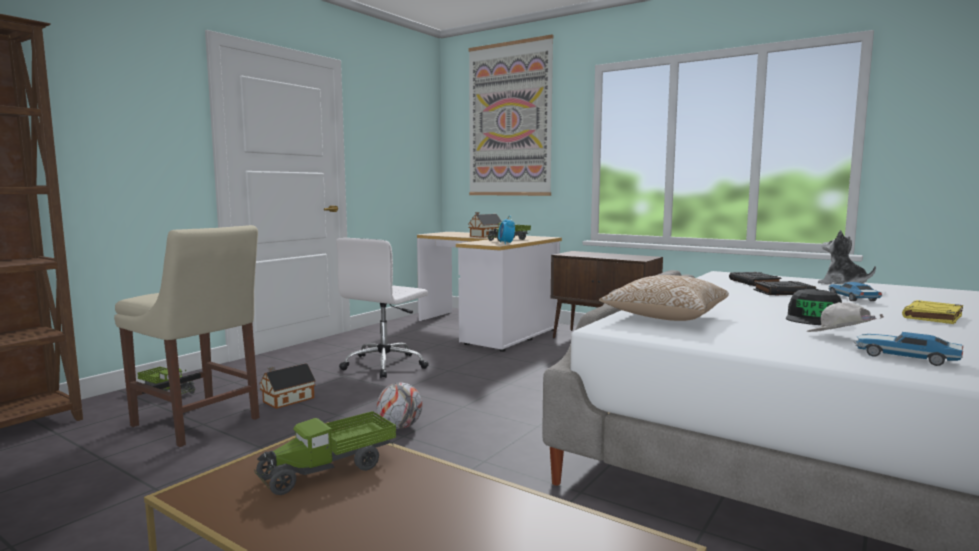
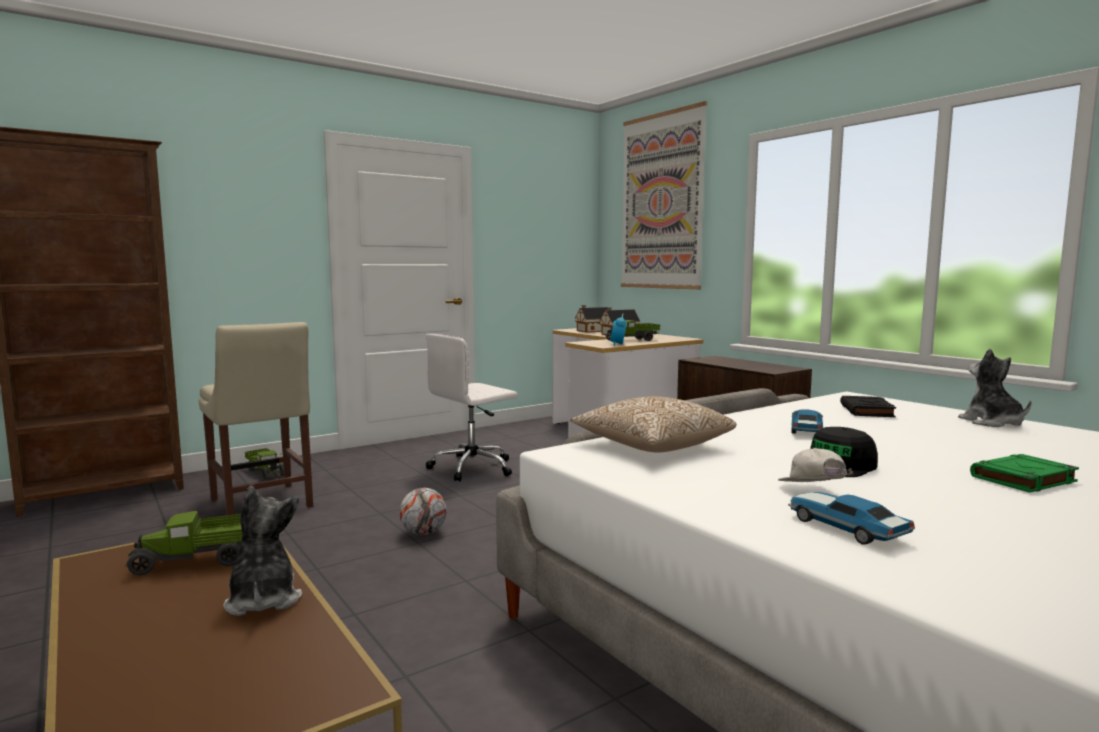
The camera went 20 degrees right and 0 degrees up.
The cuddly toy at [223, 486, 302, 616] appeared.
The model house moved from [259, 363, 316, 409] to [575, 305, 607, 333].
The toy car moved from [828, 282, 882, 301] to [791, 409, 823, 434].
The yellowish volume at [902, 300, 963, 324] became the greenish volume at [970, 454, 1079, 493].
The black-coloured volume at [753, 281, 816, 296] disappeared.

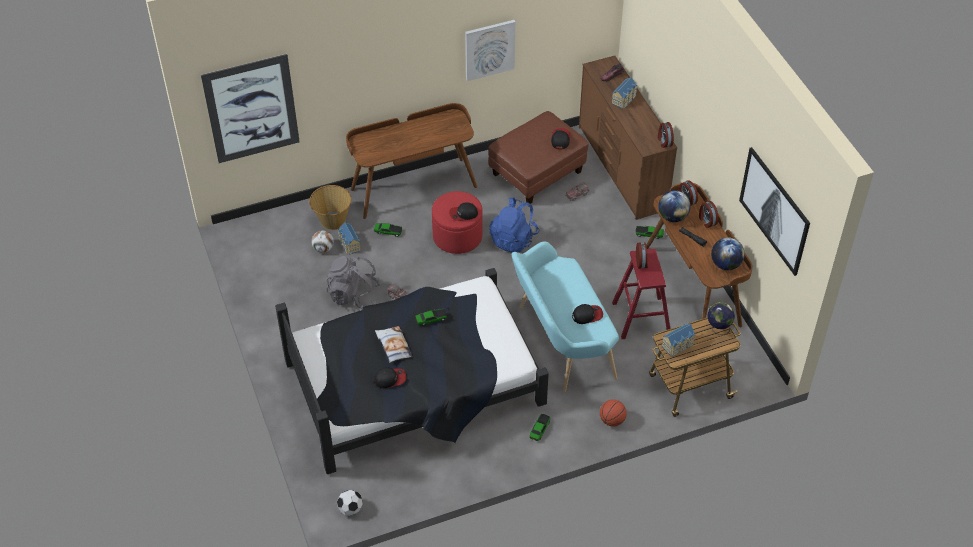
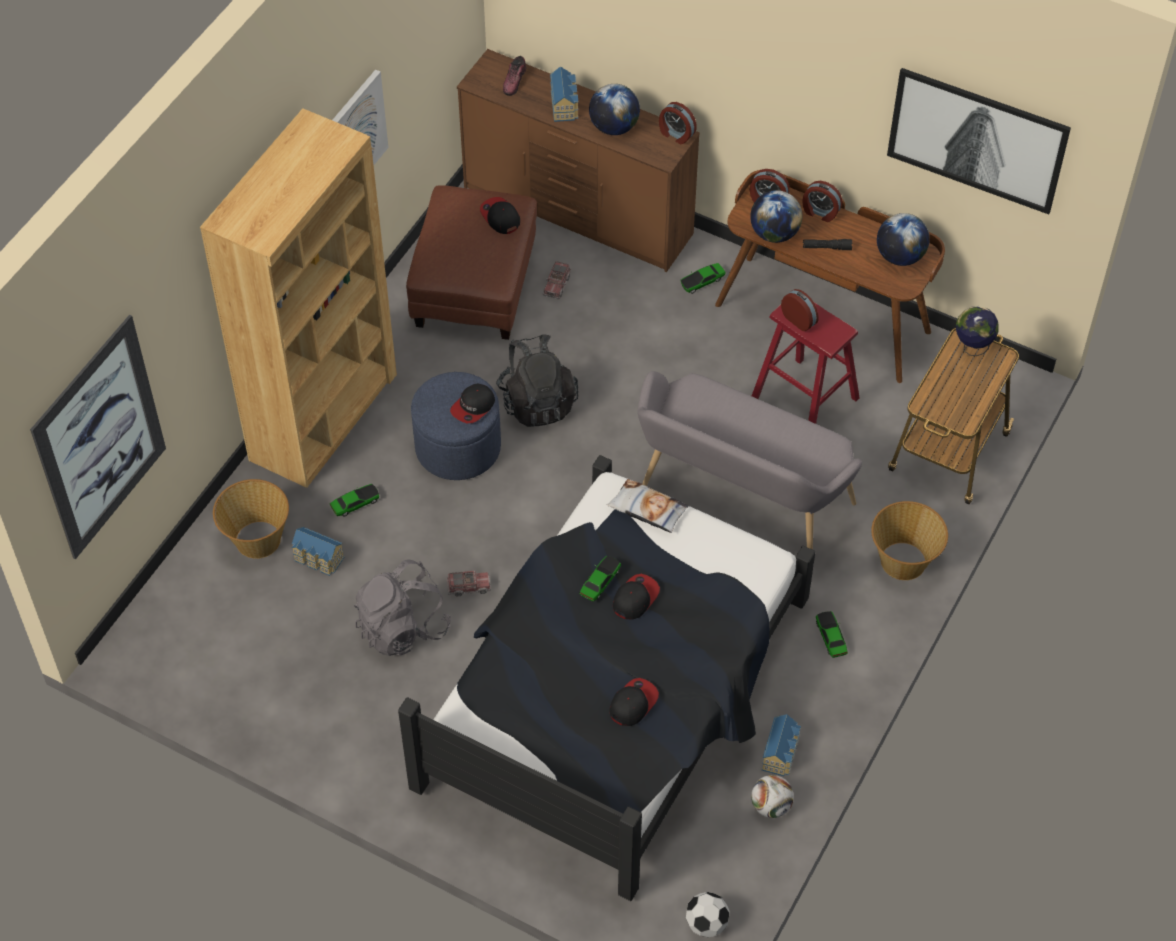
The camera went 40 degrees left and 5 degrees up.
The brown-coloured desk table at [346, 103, 478, 219] was replaced by the brown-coloured bookshelf at [200, 108, 397, 488].
The red-coloured footrest at [432, 191, 483, 254] became the blue footrest at [411, 372, 501, 480].
The blue backpack at [490, 197, 539, 253] became the black-coloured backpack at [496, 335, 578, 427].
The desk globe at [589, 84, 640, 135] appeared.
The pillow moved from [375, 326, 413, 363] to [607, 479, 689, 533].
The peaked cap moved from [572, 304, 603, 324] to [613, 574, 660, 620].
The turquoise indoor bench at [512, 241, 619, 392] became the greyish indoor bench at [637, 371, 862, 550].
The ball for football moved from [311, 230, 334, 253] to [751, 775, 794, 818].
The model house moved from [662, 324, 695, 356] to [762, 714, 801, 776].
The basketball at [600, 400, 627, 426] was replaced by the storage basket at [871, 501, 948, 580].

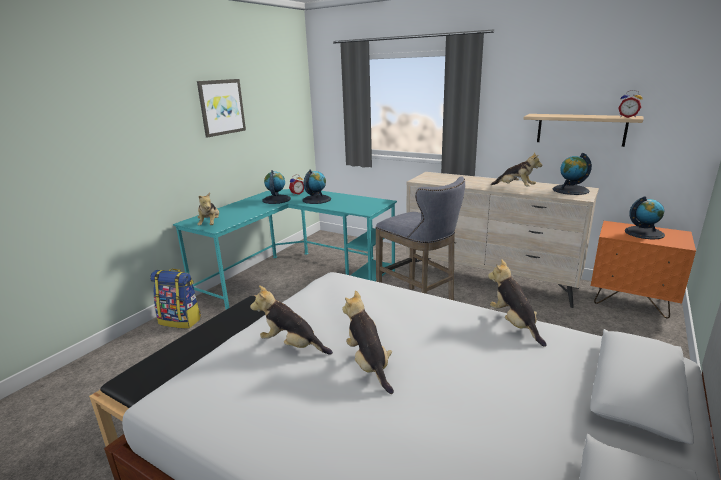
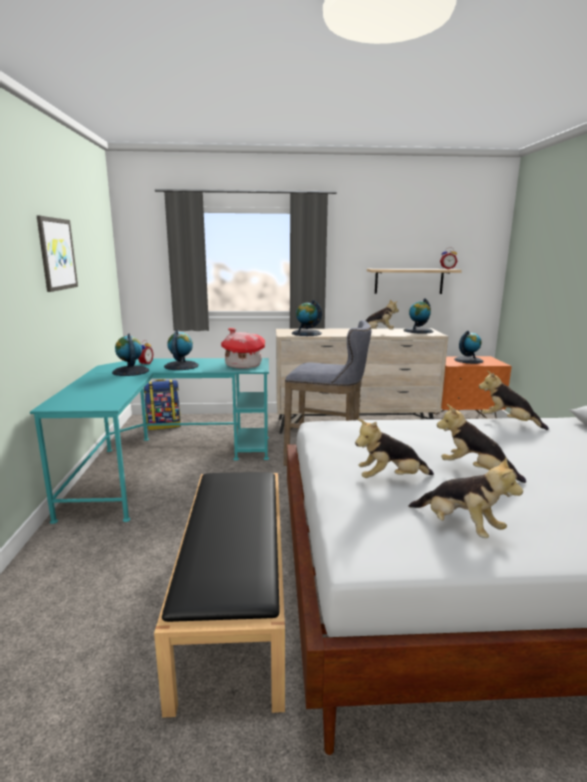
The camera went 35 degrees left and 5 degrees down.
The backpack moved from [150, 269, 201, 329] to [144, 379, 180, 430].
The model house at [221, 328, 265, 368] appeared.
The desk globe at [292, 300, 322, 336] appeared.
The cuddly toy moved from [197, 193, 219, 225] to [408, 457, 523, 538].

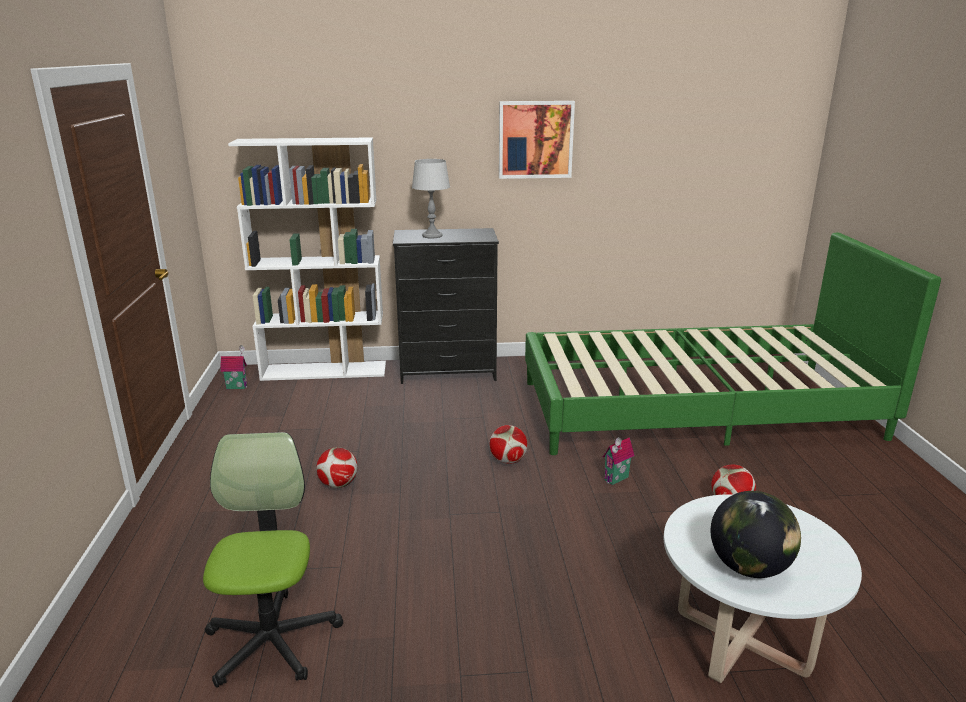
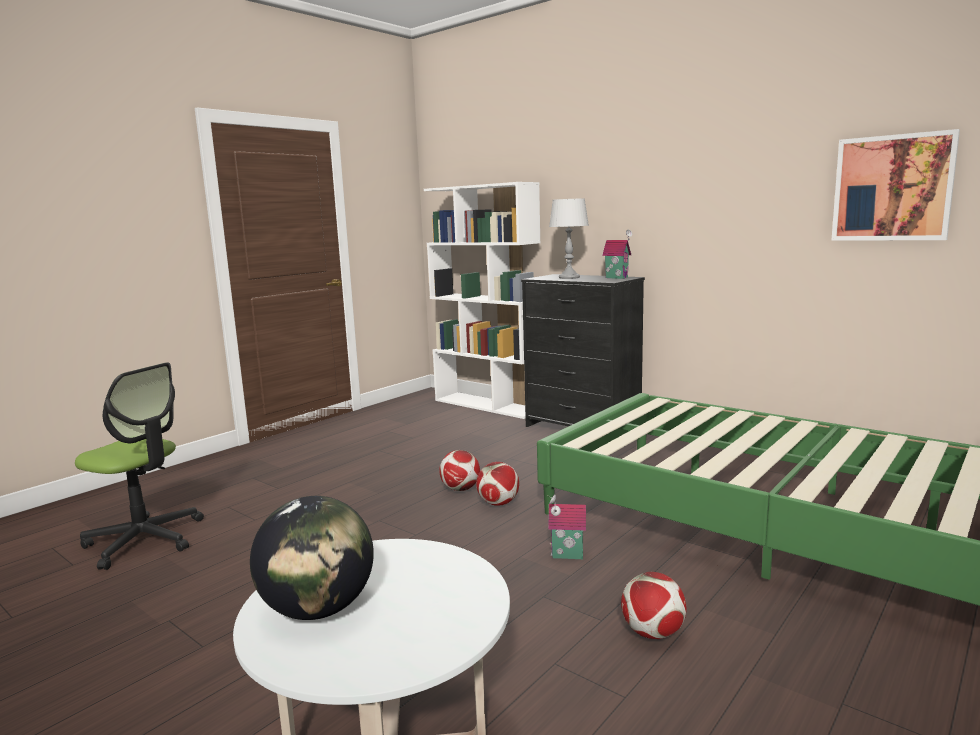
The camera went 45 degrees right and 10 degrees down.
The desk chair at [203, 432, 343, 688] turned 75 degrees clockwise.
The ball for football moved from [317, 447, 357, 488] to [439, 450, 480, 491].
The model house moved from [221, 345, 247, 389] to [602, 230, 632, 279].
The picture moved from [499, 101, 575, 179] to [831, 129, 960, 241].

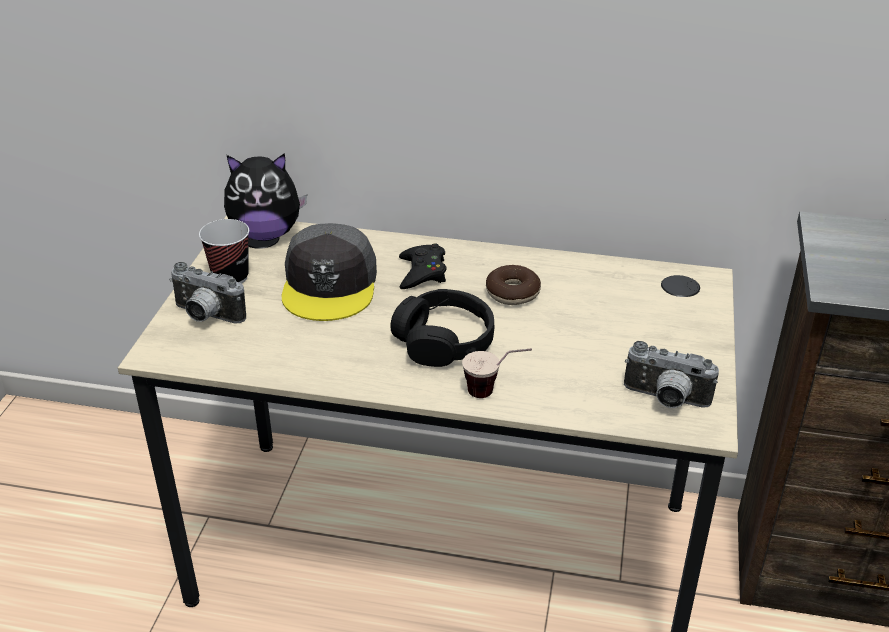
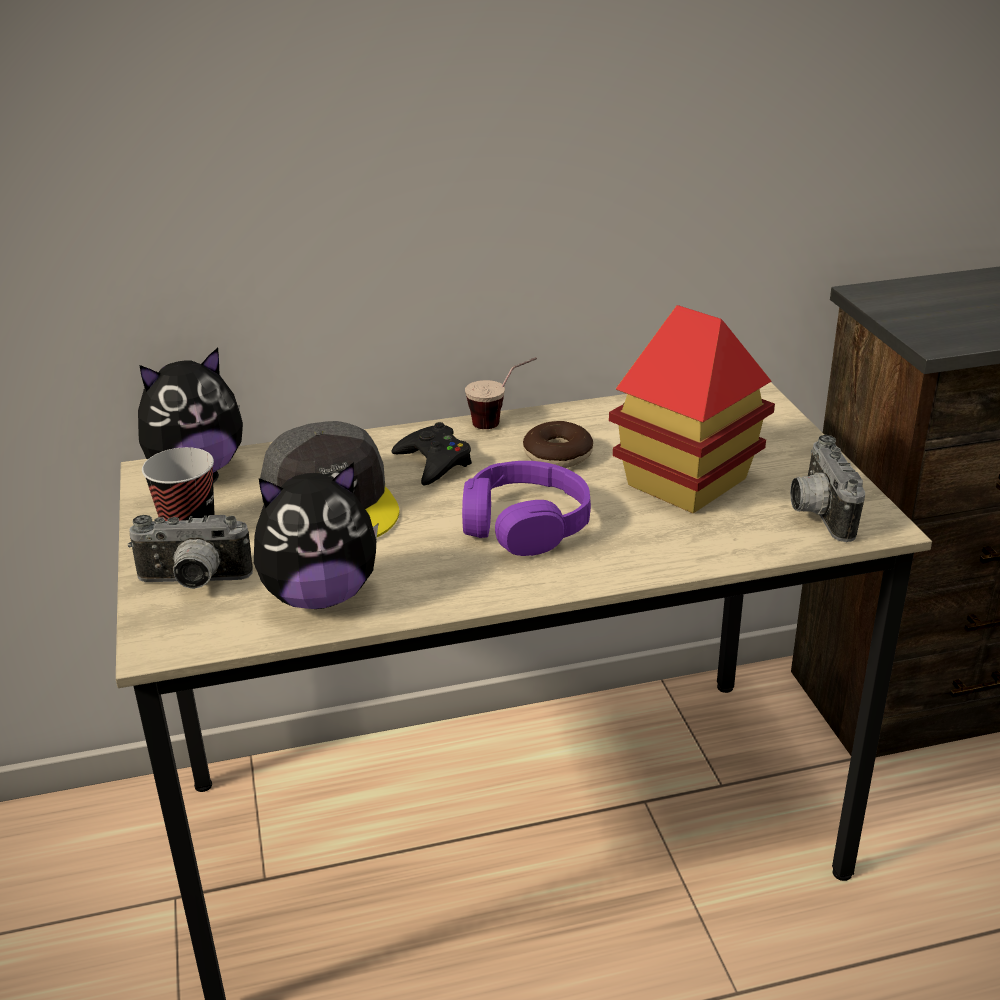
The camera went 25 degrees left and 5 degrees down.
The cuddly toy at [254, 462, 378, 609] appeared.
The black-coloured pair of headphones at [391, 289, 494, 367] became the purple pair of headphones at [462, 461, 591, 556].
The drinking cup moved from [462, 348, 532, 398] to [465, 357, 537, 429].
The model house at [609, 305, 775, 513] appeared.
The still camera at [624, 341, 719, 408] turned 90 degrees clockwise.

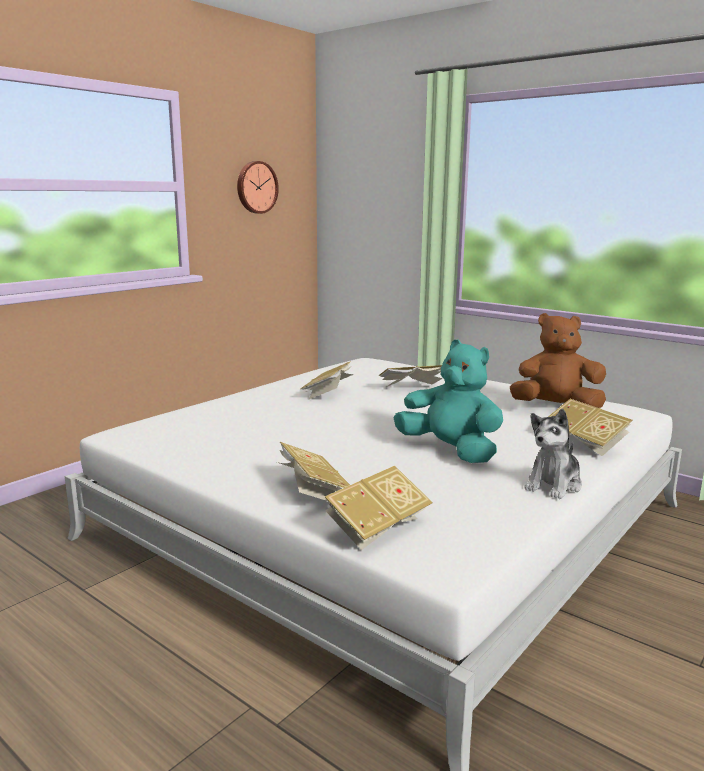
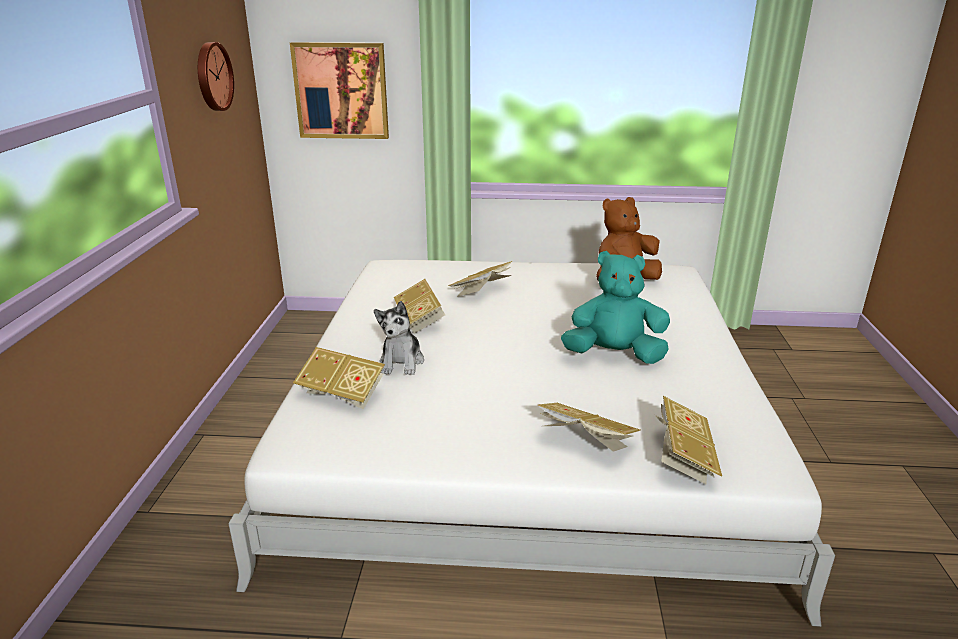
The camera went 35 degrees left and 10 degrees up.
The picture at [290, 42, 389, 139] appeared.
The volume moved from [548, 399, 633, 456] to [293, 347, 385, 409].
The cuddly toy moved from [524, 409, 582, 499] to [374, 301, 424, 375].

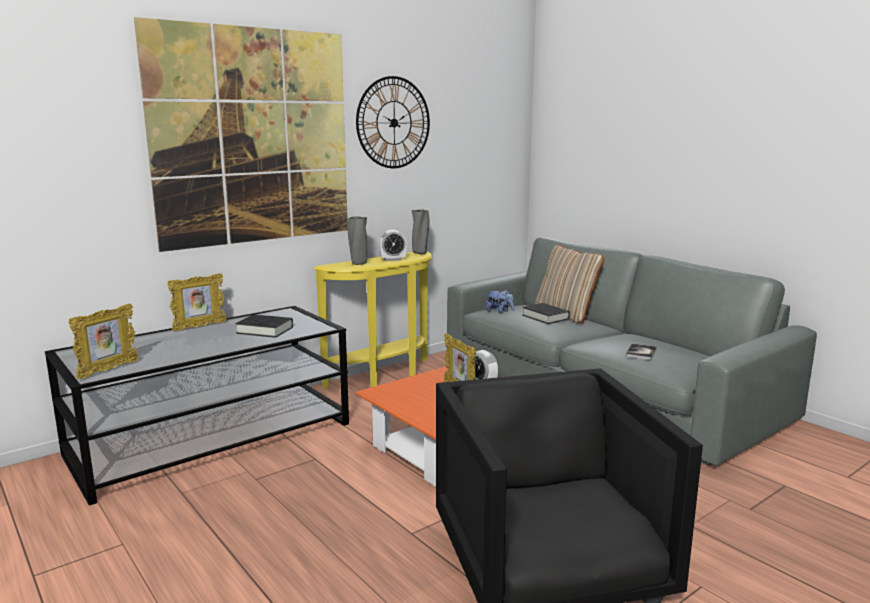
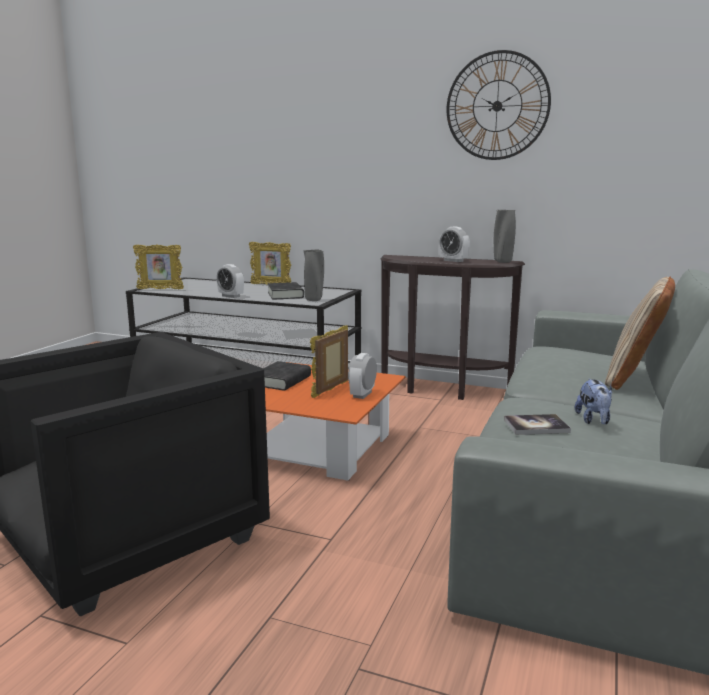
The camera went 60 degrees right and 0 degrees up.
The bedside clock at [217, 264, 244, 298] appeared.
The black-coloured volume moved from [522, 303, 570, 324] to [263, 361, 311, 391].
The greyish vase moved from [348, 217, 367, 265] to [304, 250, 324, 301].
The yellowish console table at [314, 251, 433, 388] became the brown-coloured console table at [381, 255, 525, 400].
The cuddly toy moved from [486, 289, 514, 313] to [575, 379, 612, 424].
The picture at [134, 17, 348, 252] disappeared.

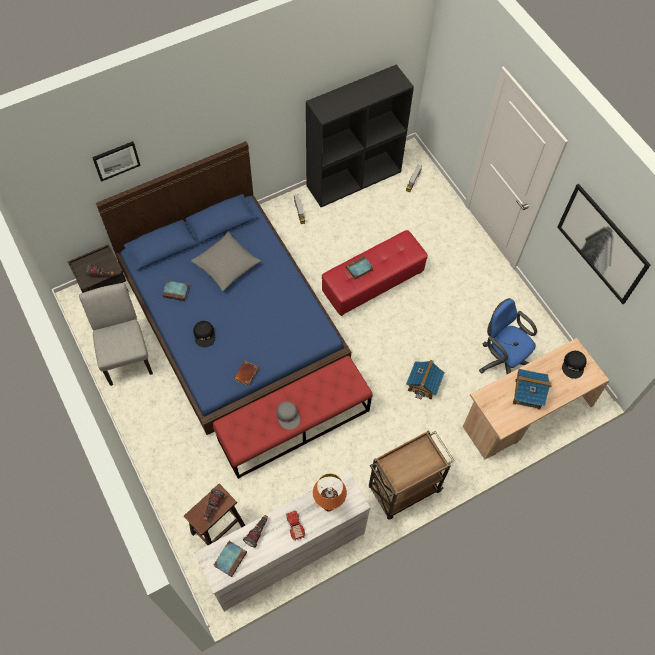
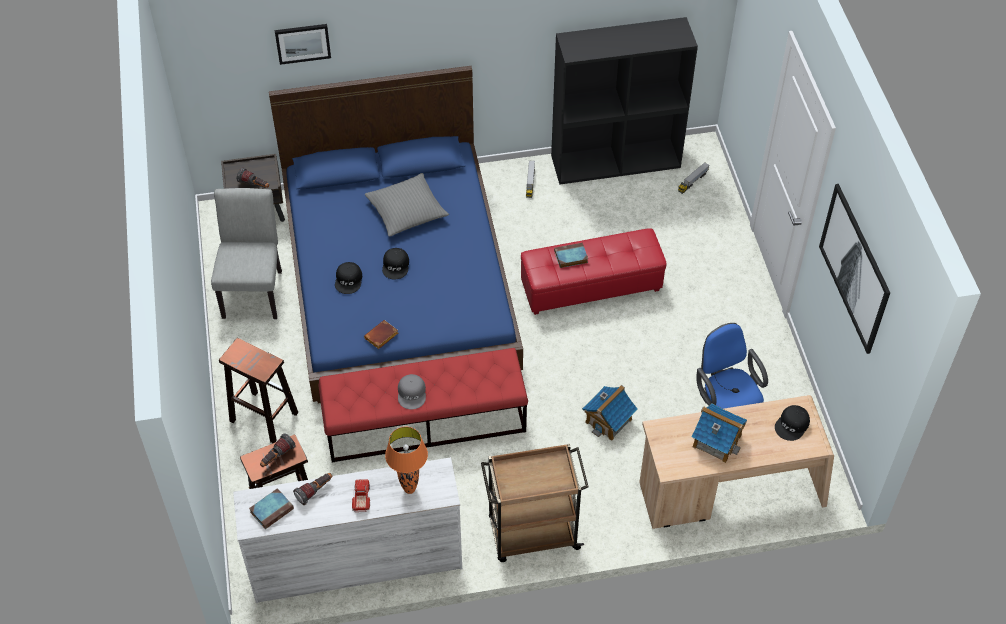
The camera went 20 degrees right and 10 degrees down.
The brown-coloured stool at [219, 338, 298, 443] appeared.
The black-coloured peaked cap at [382, 248, 409, 279] appeared.
The volume at [162, 281, 189, 301] disappeared.

